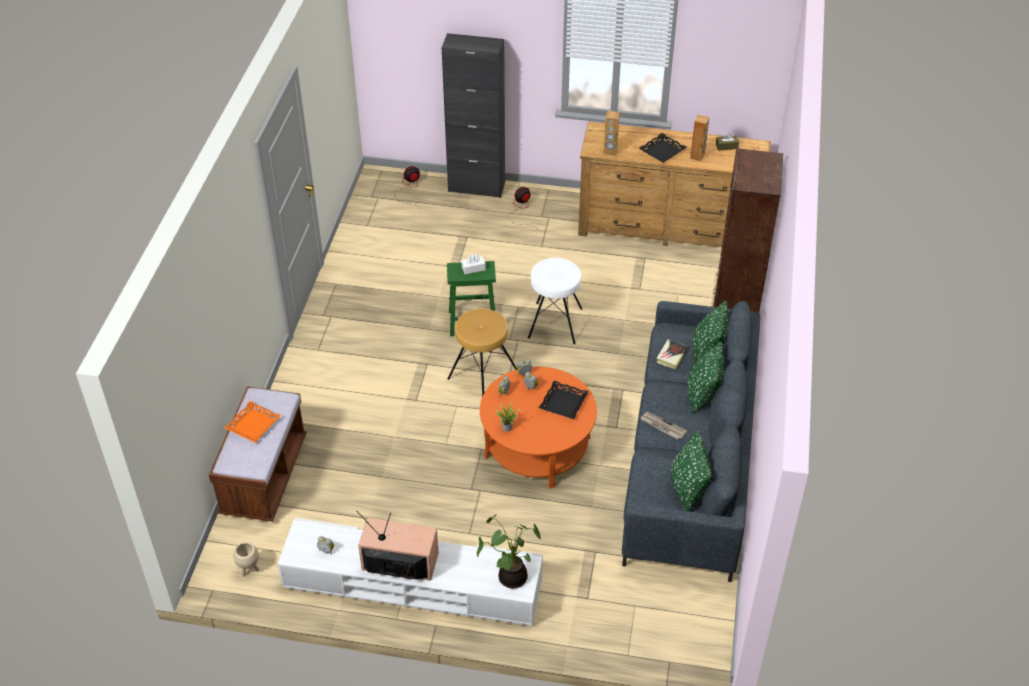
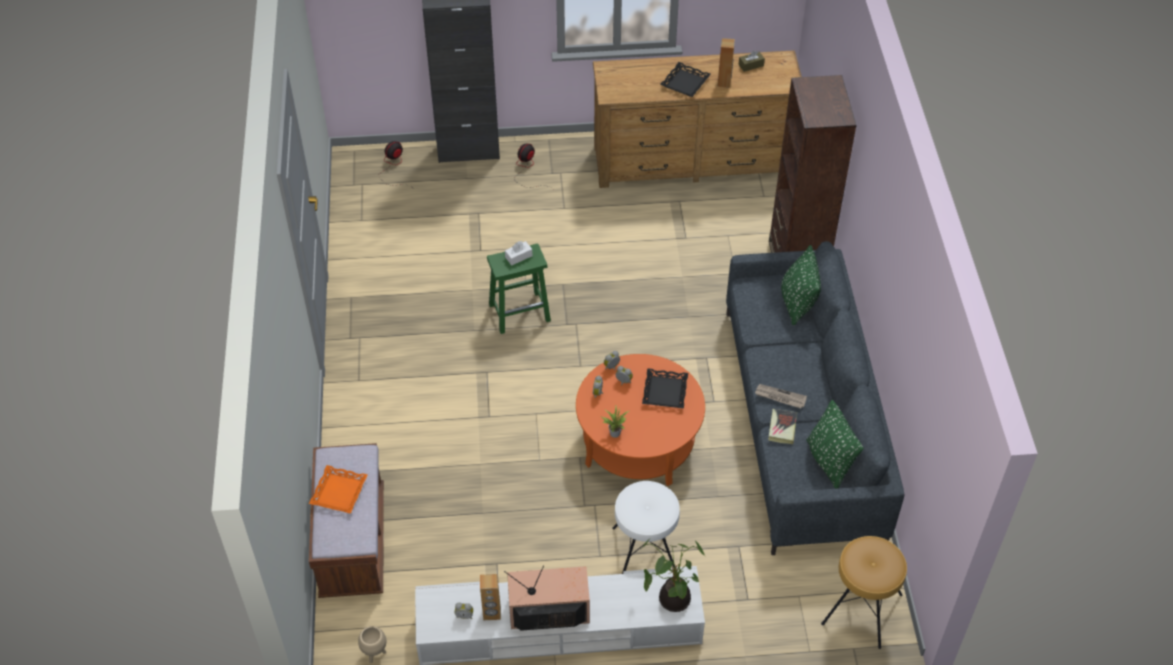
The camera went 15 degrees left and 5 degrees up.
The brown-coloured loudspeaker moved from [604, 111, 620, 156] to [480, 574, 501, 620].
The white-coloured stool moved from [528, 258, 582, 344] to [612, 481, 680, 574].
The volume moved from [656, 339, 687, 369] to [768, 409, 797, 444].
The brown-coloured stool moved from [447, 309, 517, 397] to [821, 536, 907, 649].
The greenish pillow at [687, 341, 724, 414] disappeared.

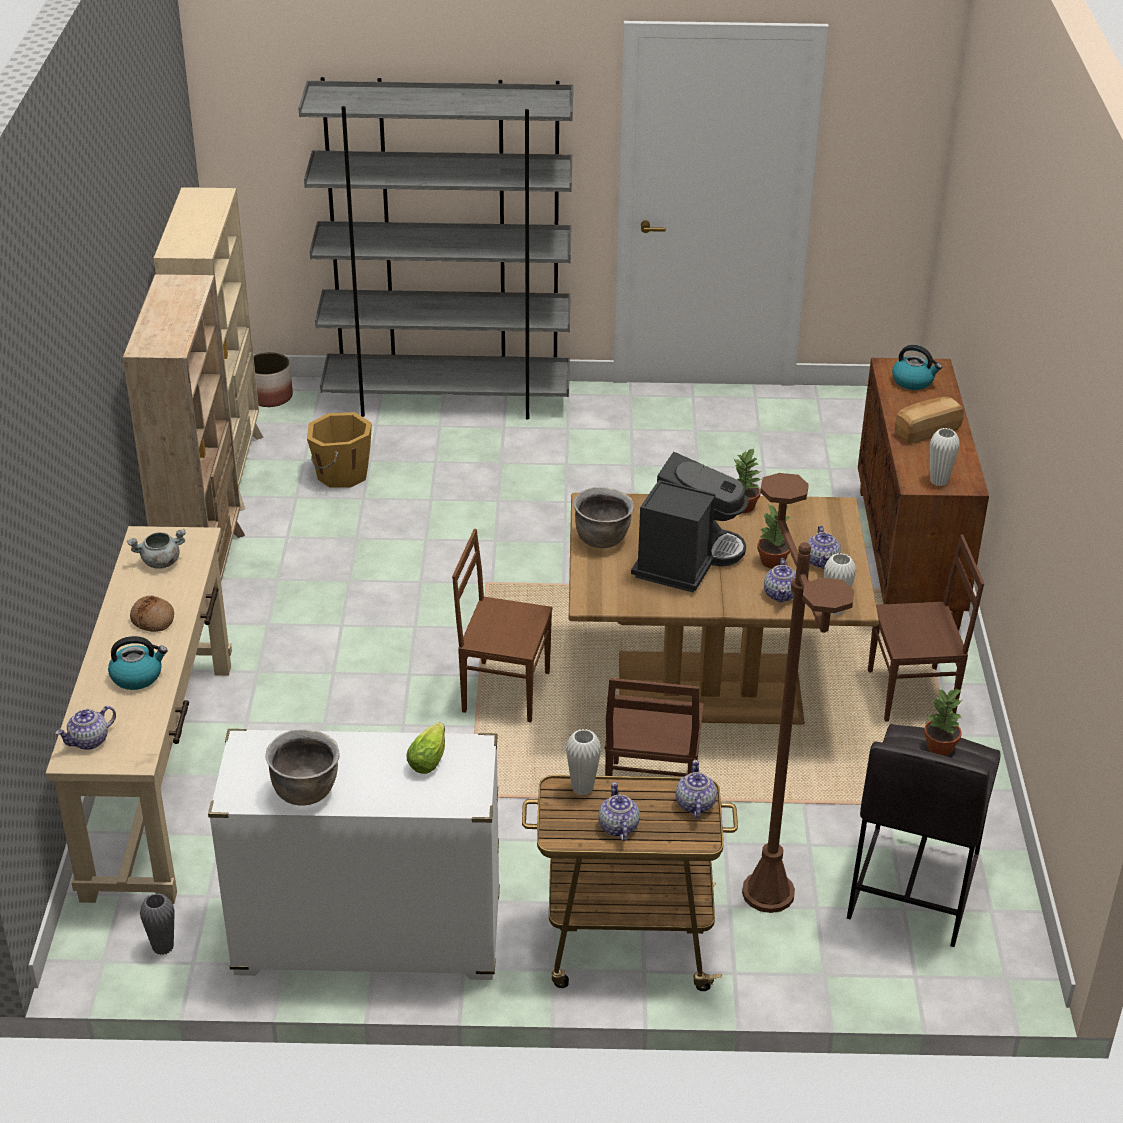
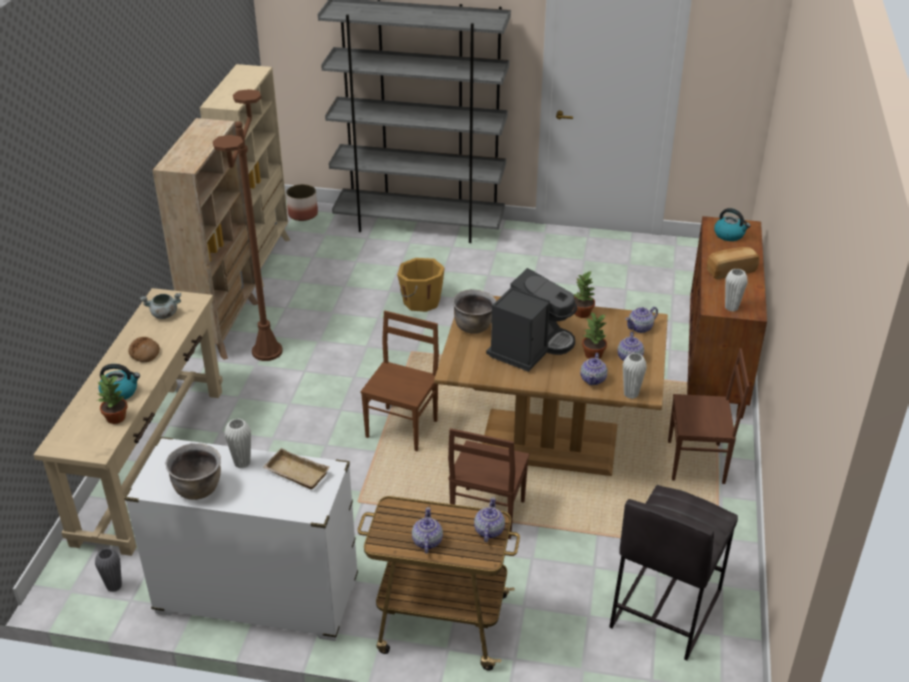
The camera went 10 degrees right and 0 degrees up.
The potted plant moved from [924, 689, 962, 756] to [97, 374, 127, 424].
The brown-coloured standard lamp moved from [742, 473, 854, 913] to [213, 89, 283, 361].
The white-coloured vase moved from [566, 729, 601, 795] to [224, 418, 251, 469].
The head of lettuce at [407, 722, 445, 774] was replaced by the sand-coloured tray at [263, 448, 330, 489].
The brown-coloured plain chair at [452, 529, 553, 722] turned 90 degrees clockwise.
The orangey water bucket moved from [307, 412, 372, 488] to [397, 258, 445, 312].
The tea pot moved from [55, 706, 116, 750] to [625, 307, 658, 333].

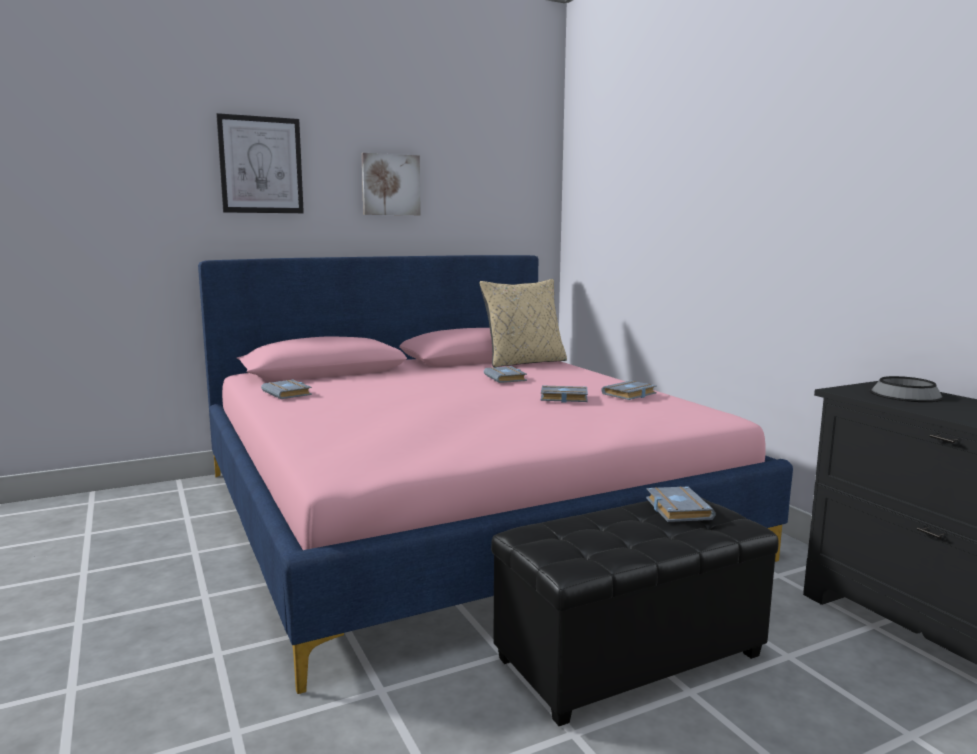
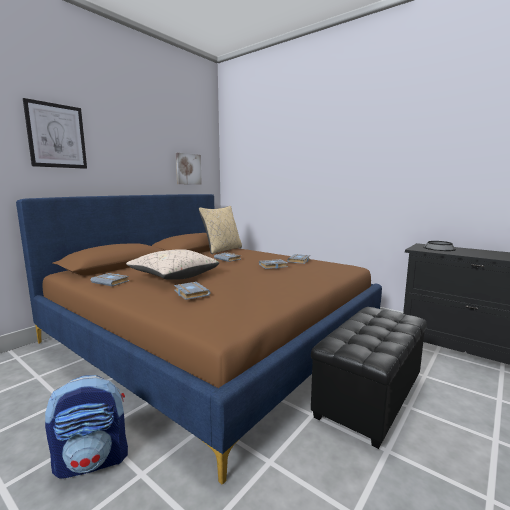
The camera went 25 degrees left and 0 degrees up.
The pink-coloured bed at [198, 255, 793, 694] became the brown-coloured bed at [16, 194, 382, 485].
The backpack at [45, 375, 128, 479] appeared.
The sand-coloured pillow at [126, 249, 219, 280] appeared.
The greyish volume moved from [646, 486, 716, 522] to [174, 282, 210, 300].
The picture moved from [361, 153, 421, 215] to [176, 153, 202, 184].

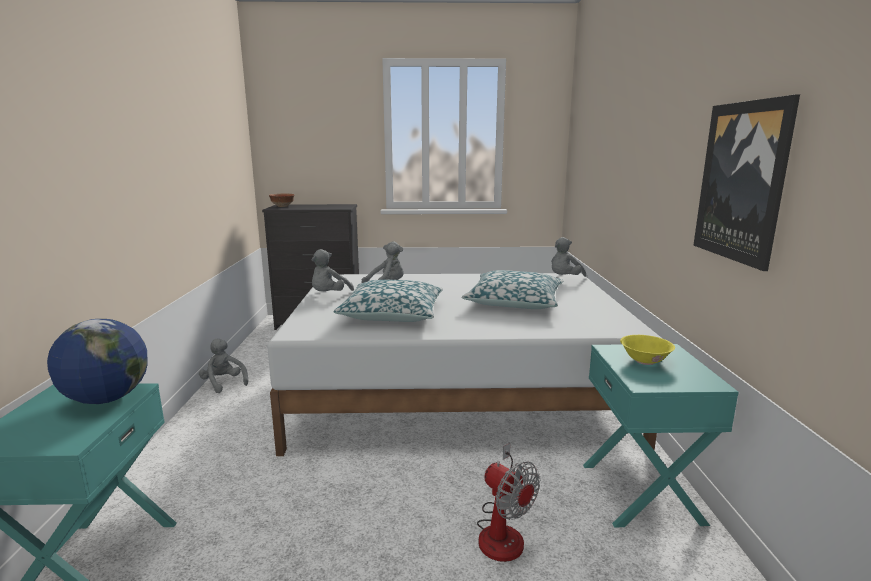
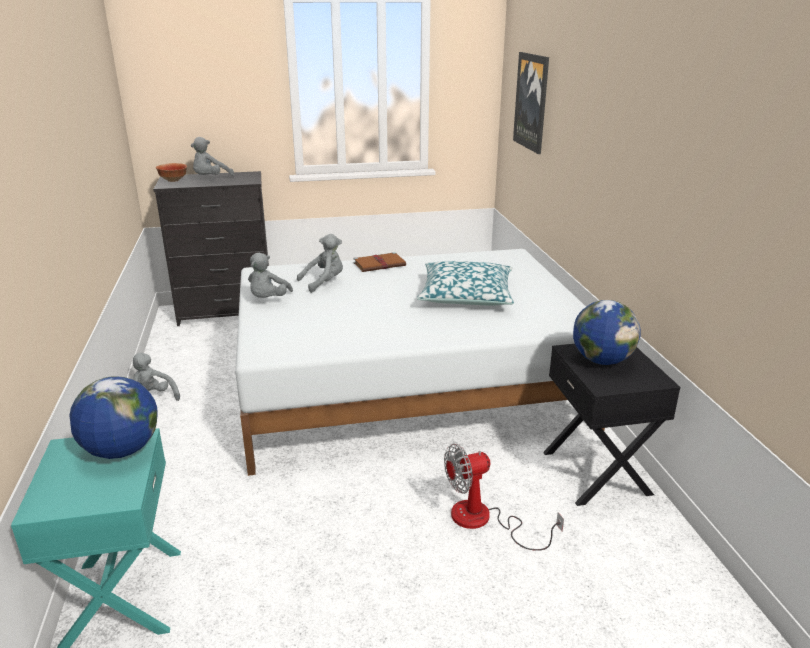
The camera went 10 degrees left and 10 degrees up.
The greyish cuddly toy moved from [551, 237, 586, 277] to [191, 137, 234, 176].
The brown-coloured volume at [353, 252, 406, 272] appeared.
The fan at [477, 443, 540, 562] turned 120 degrees clockwise.
The picture moved from [693, 95, 800, 271] to [513, 52, 549, 154].
The turquoise night table at [583, 344, 739, 527] became the black-coloured night table at [543, 344, 680, 506].
The yellowish bowl at [620, 335, 675, 365] was replaced by the desk globe at [573, 300, 641, 365].
The pillow at [333, 279, 443, 322] disappeared.

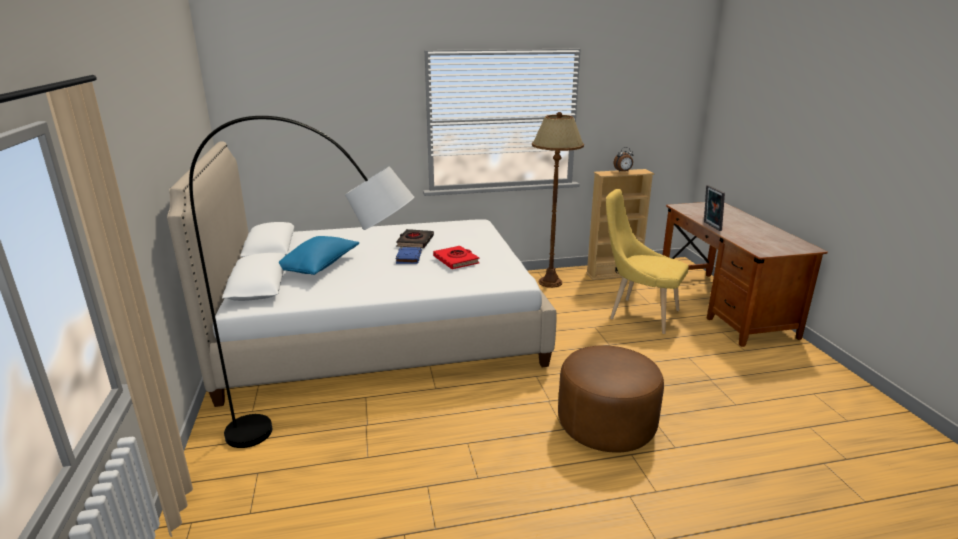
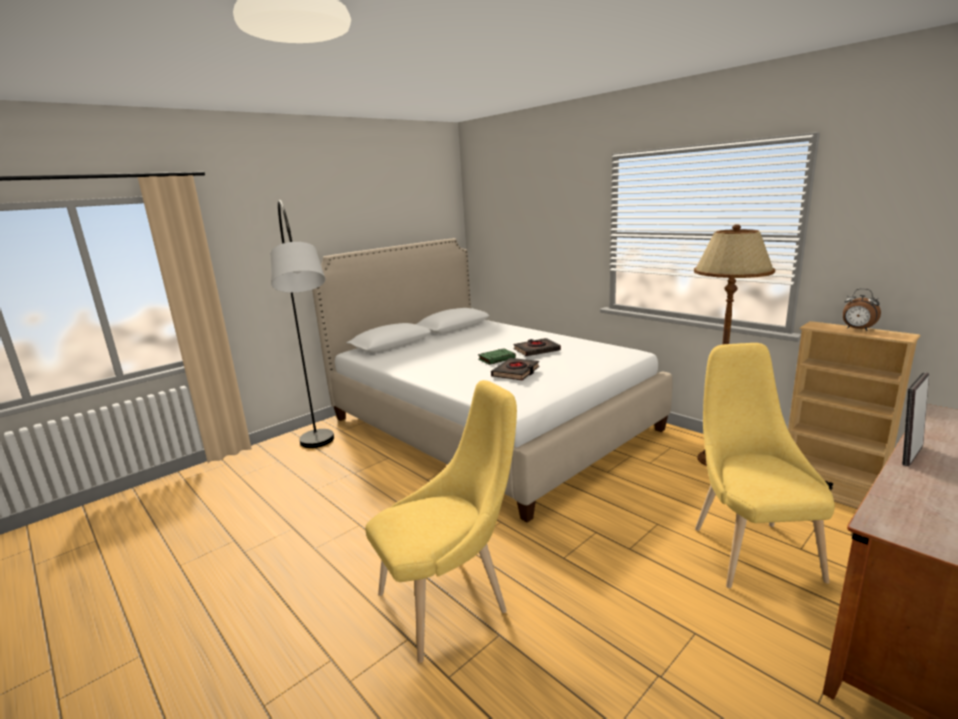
The camera went 60 degrees right and 5 degrees down.
The brown-coloured footrest at [558, 345, 664, 453] was replaced by the yellowish plain chair at [365, 380, 517, 663].
The blue volume at [396, 247, 422, 264] became the greenish volume at [478, 348, 516, 365].
The red-coloured volume at [433, 246, 479, 269] became the black-coloured volume at [491, 358, 540, 381].
The blue pillow at [279, 236, 359, 275] disappeared.

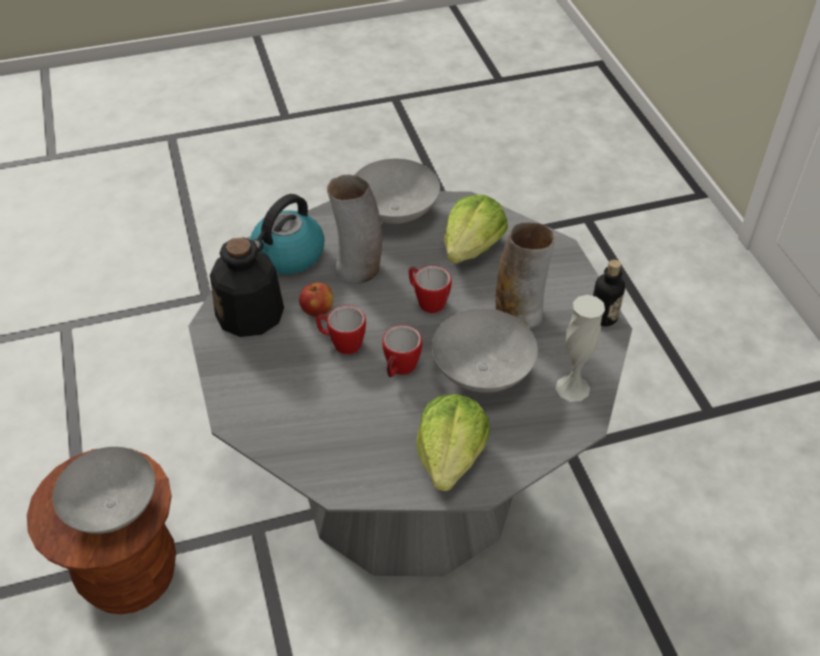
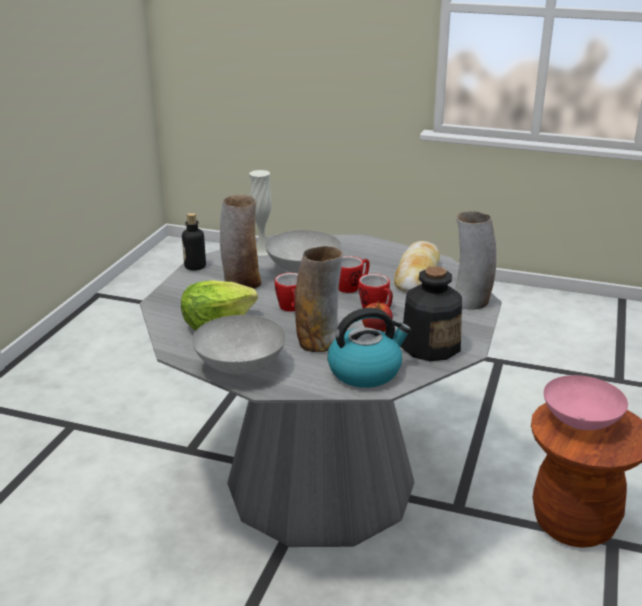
The camera went 145 degrees left and 20 degrees down.
The bakery bread at [394, 241, 440, 292] appeared.
The vase at [454, 211, 496, 310] appeared.
The greyish bowl at [53, 447, 155, 534] became the pink-coloured bowl at [544, 375, 628, 430].
The head of lettuce at [416, 394, 490, 491] disappeared.

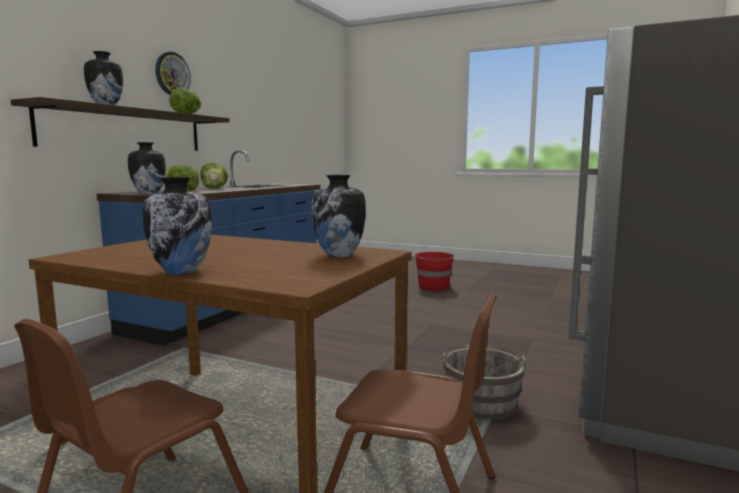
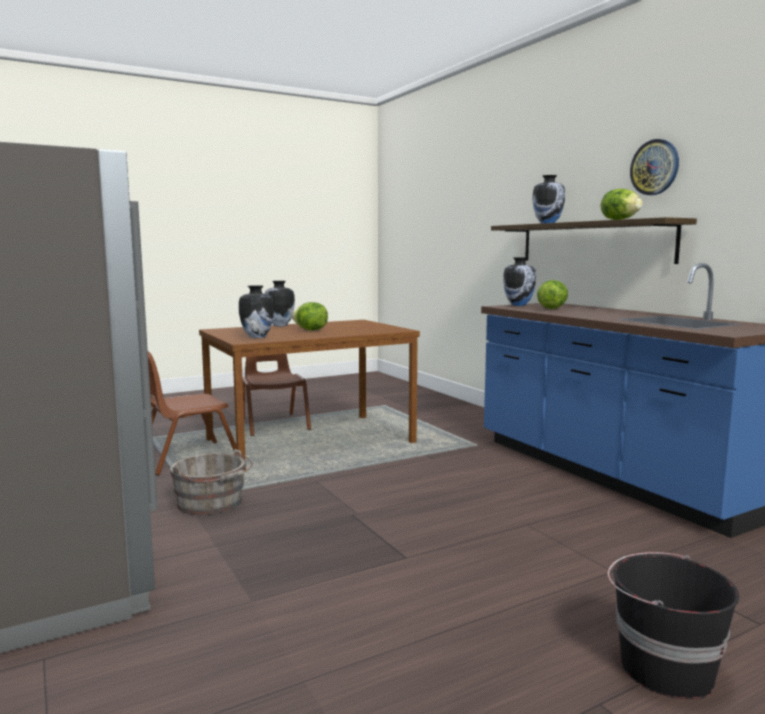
The camera went 125 degrees right and 0 degrees up.
The head of lettuce moved from [200, 163, 228, 188] to [292, 302, 328, 330].
The red-coloured water bucket at [415, 252, 455, 291] became the black-coloured water bucket at [608, 552, 739, 699].

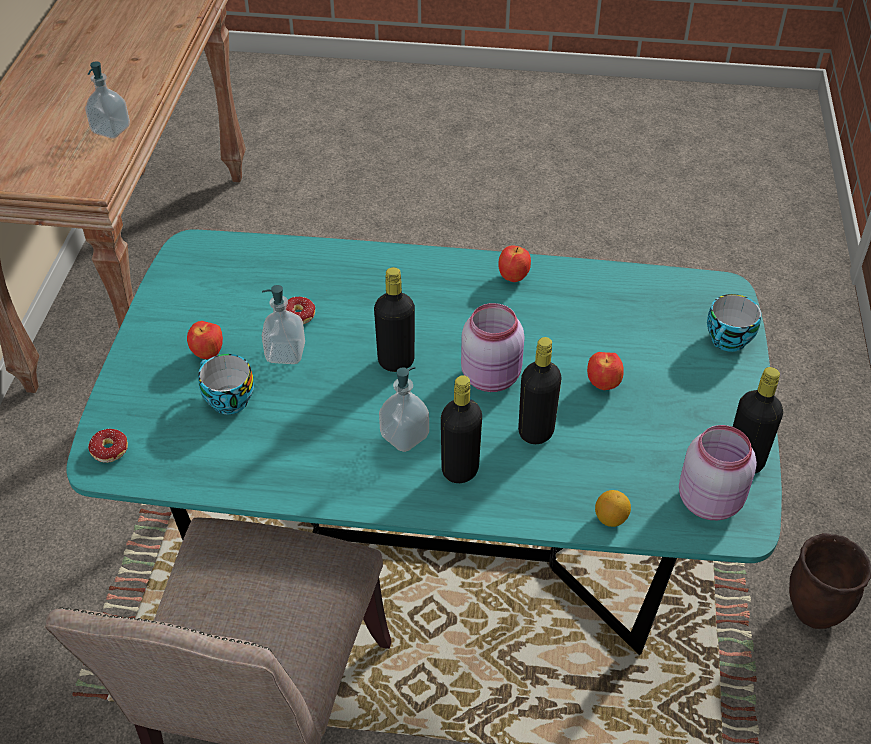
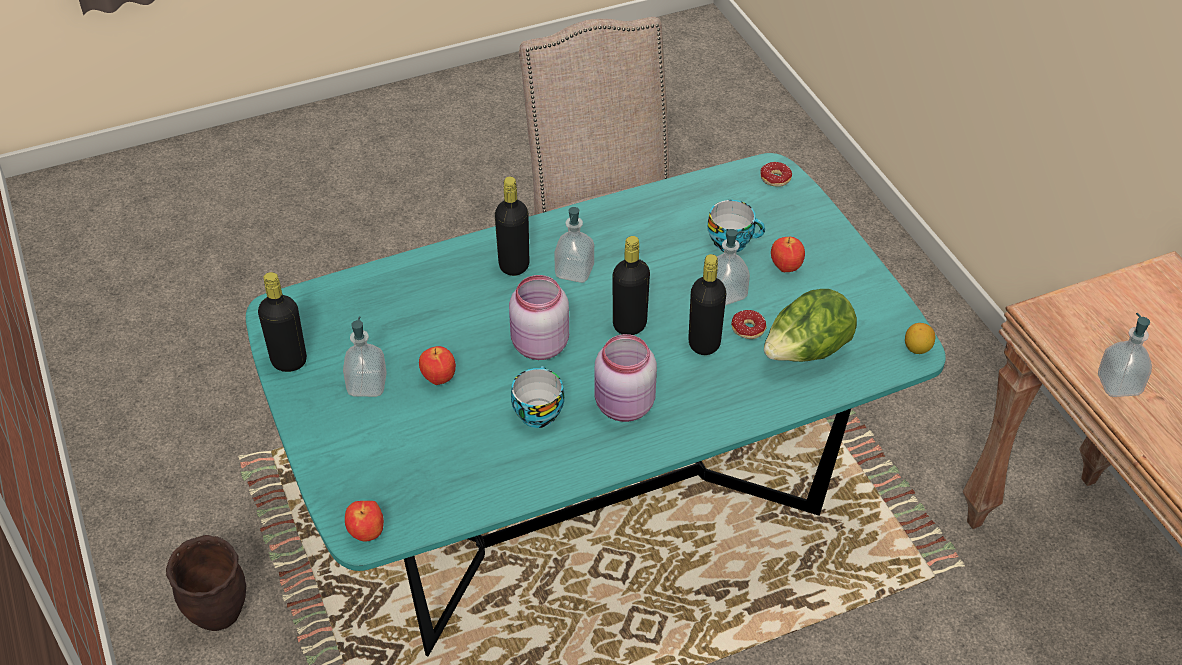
The camera went 150 degrees right and 0 degrees up.
The liquid soap bottle at [343, 317, 387, 397] appeared.
The apple fruit moved from [498, 245, 531, 282] to [345, 501, 384, 542].
The drinking cup moved from [707, 294, 761, 352] to [511, 366, 564, 428].
The pink-coloured storage jar moved from [679, 425, 757, 520] to [594, 334, 657, 422].
The black-coloured drink bottle moved from [518, 337, 562, 444] to [688, 254, 726, 355].
The head of lettuce at [764, 289, 857, 362] appeared.
The lemon moved from [595, 490, 631, 527] to [905, 323, 935, 354].

